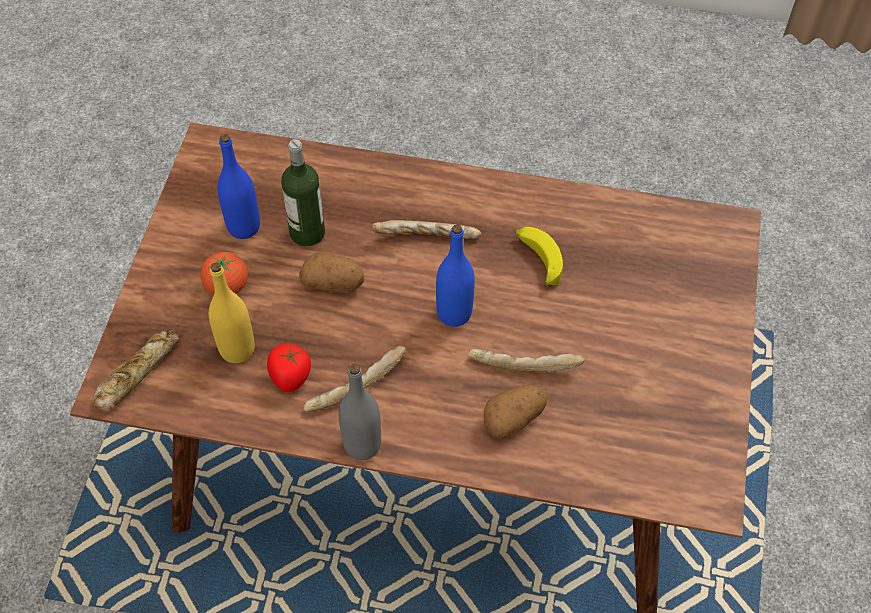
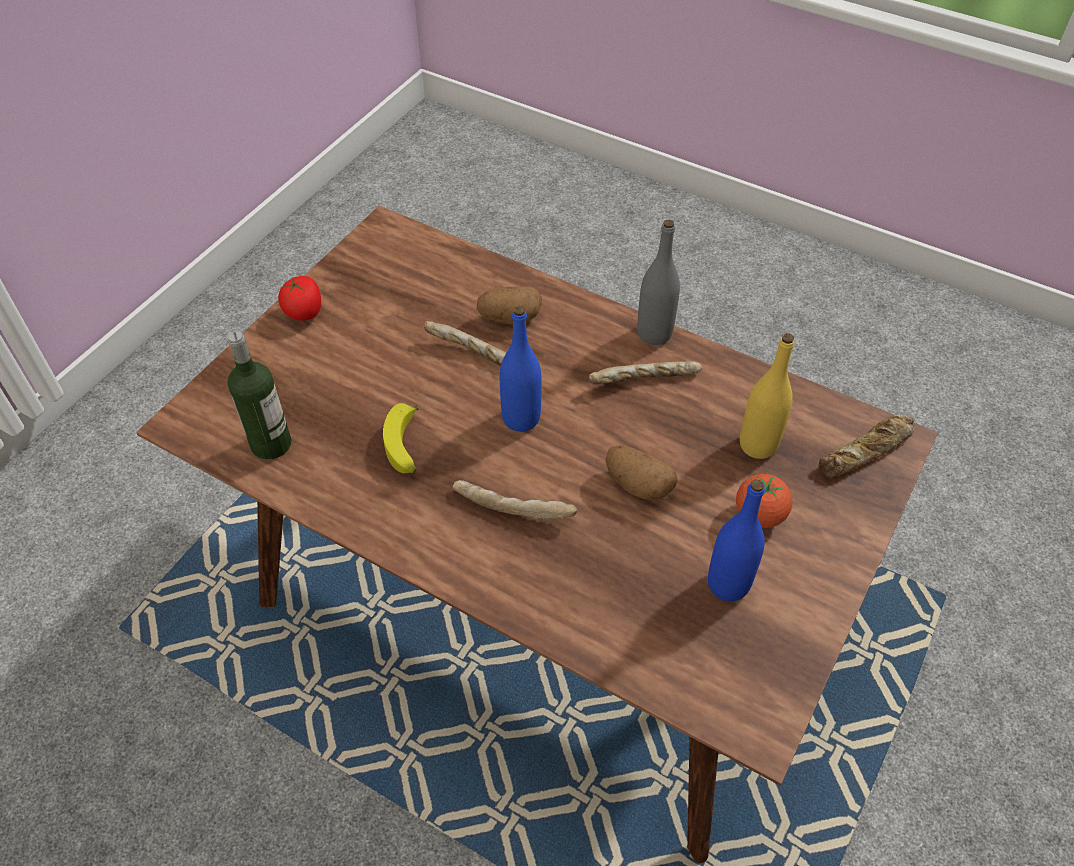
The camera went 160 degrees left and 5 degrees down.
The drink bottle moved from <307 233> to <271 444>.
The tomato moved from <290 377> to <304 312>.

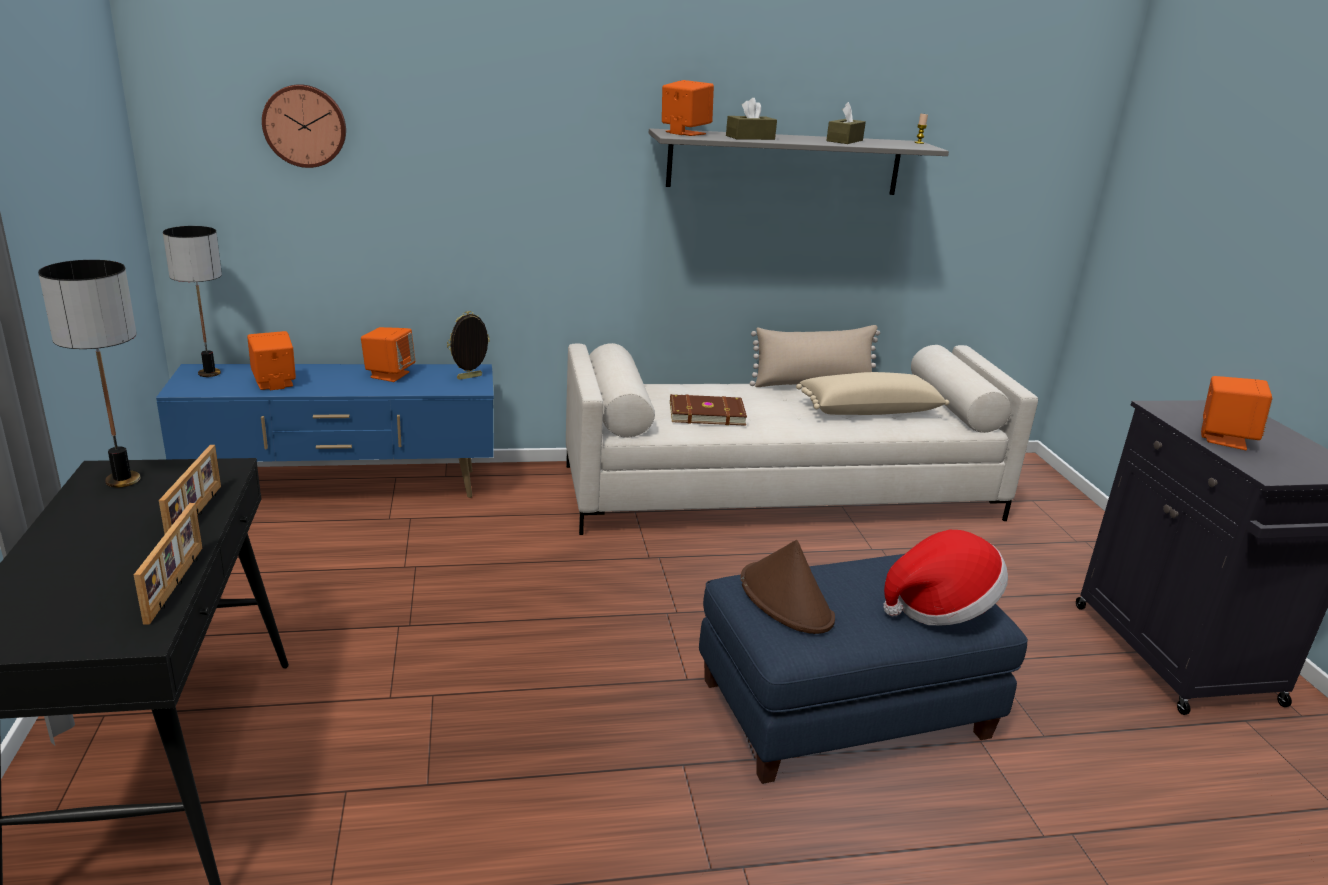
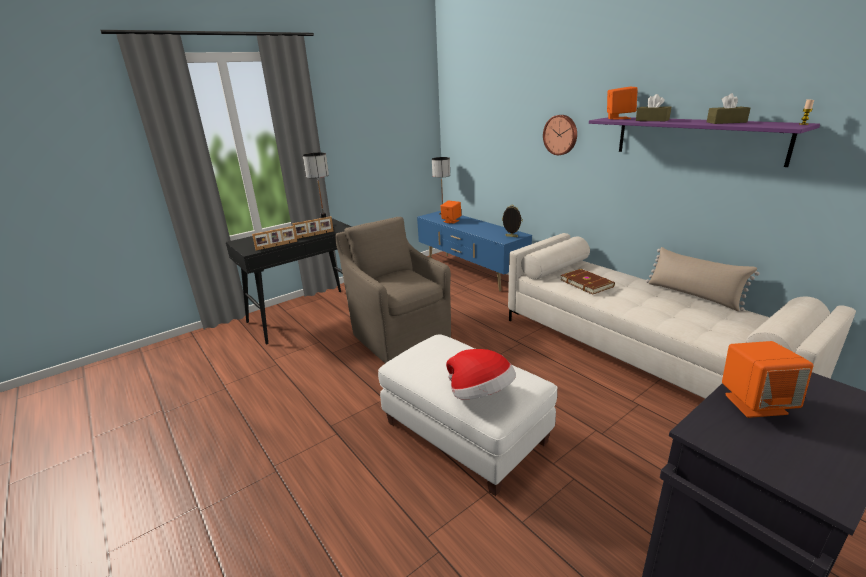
The camera went 65 degrees right and 0 degrees up.
The lounge chair in brownish at <399 336> appeared.
The pouffe in blue-coloured at <842 708> became the pouffe in whitish at <464 432>.
The clock on the wall moved from <305 126> to <561 135>.
The wall shelf in gray at <785 163> became the wall shelf in purple at <696 139>.
The speaker in orangey at <389 374> disappeared.
The wearable hat in brownish at <786 600> disappeared.
The cushion in beige at <868 410> disappeared.

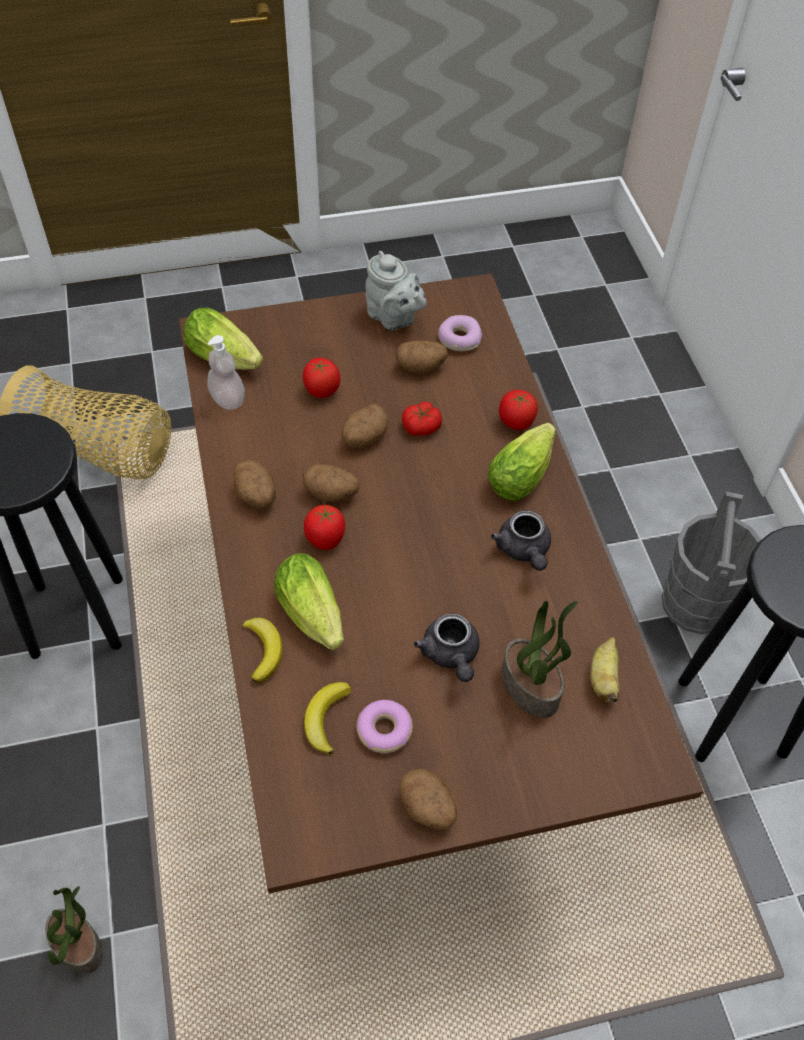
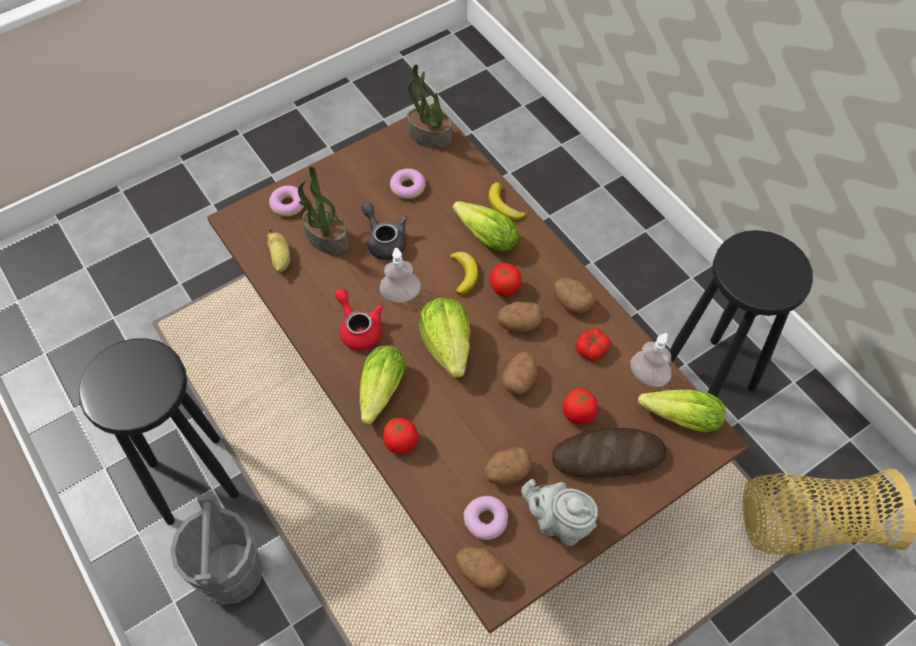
The camera went 160 degrees right and 5 degrees up.
The donut at <288 204> appeared.
The teapot in gray at <524 550> became the teapot in red at <358 328>.
The liquid soap bottle at <401 295> appeared.
The potted plant moved from <79 945> to <428 136>.
The lettuce at <447 346> appeared.
The whole banana moved from <325 718> to <464 274>.
The whole potato moved from <428 808> to <480 571>.
The bakery bread at <608 456> appeared.
The tomato moved from <421 426> to <591 348>.

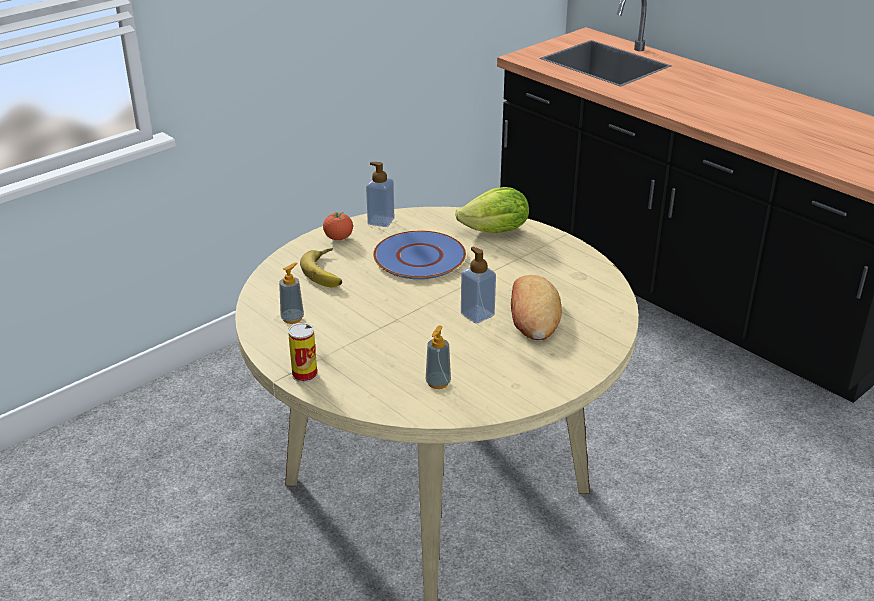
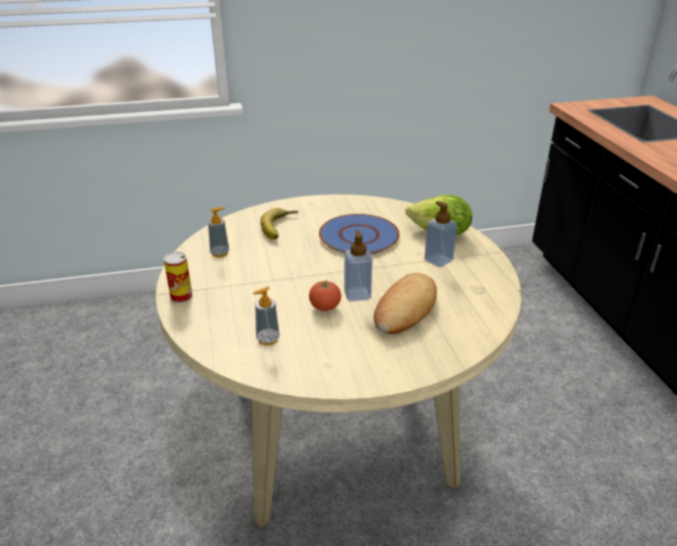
The camera went 30 degrees right and 0 degrees up.
The tomato moved from <338 238> to <325 307>.
The liquid soap bottle moved from <381 221> to <438 260>.

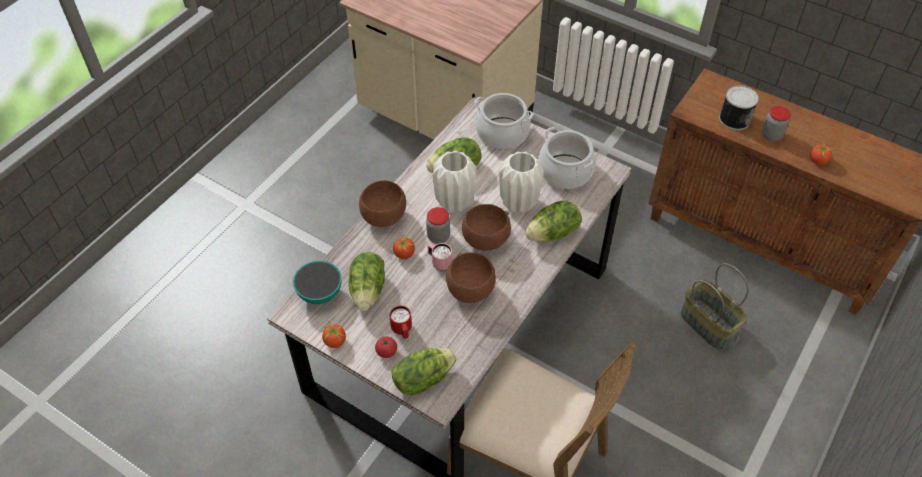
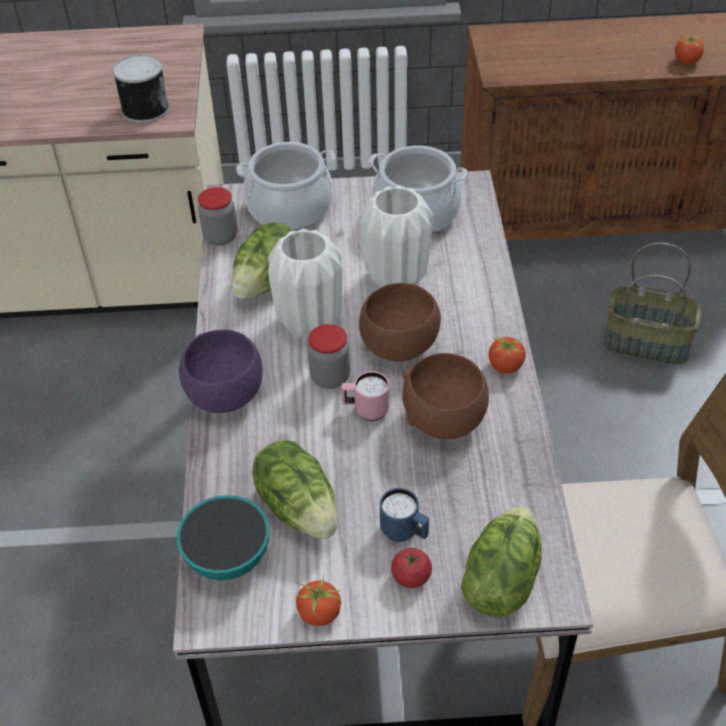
The camera went 35 degrees left and 5 degrees down.
The metal can moved from <734 118> to <144 109>.
The bowl in brownish at <384 217> became the bowl in purple at <226 396>.
The storage jar moved from <771 135> to <220 237>.
The tea mug in red at <402 330> became the tea mug in blue-coloured at <404 532>.
The tomato moved from <404 254> to <506 366>.
The lettuce at <553 233> disappeared.

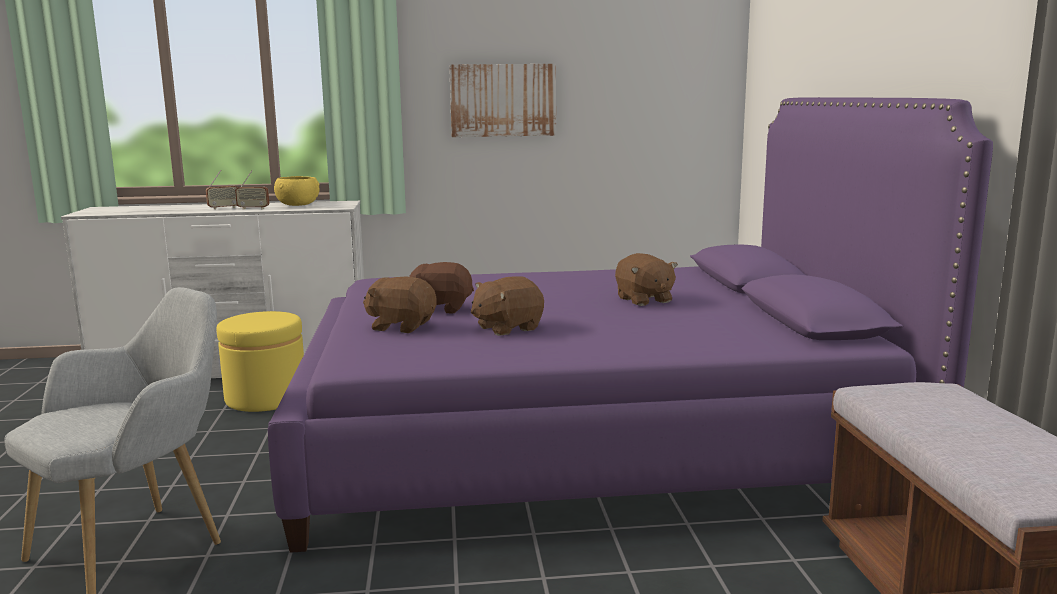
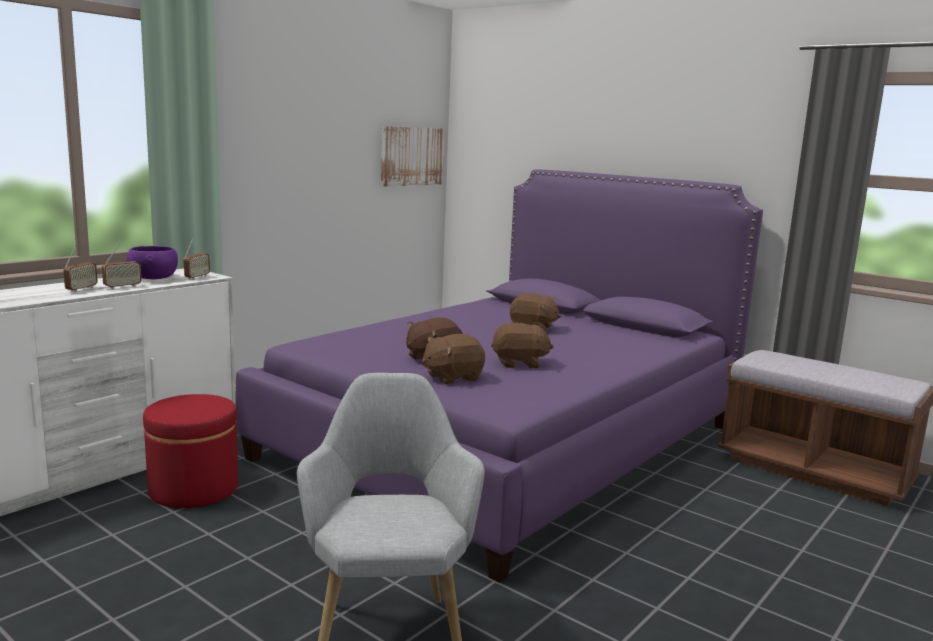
The camera went 45 degrees left and 0 degrees up.
The bowl in yellow-coloured at <297 205> became the bowl in purple at <153 278>.
The pouffe in yellow-coloured at <266 398> became the pouffe in red at <194 489>.
The radio receiver at <197 277> appeared.
The picture moved from <503 100> to <411 156>.
The soft toy in brownish at <507 328> turned 105 degrees counterclockwise.

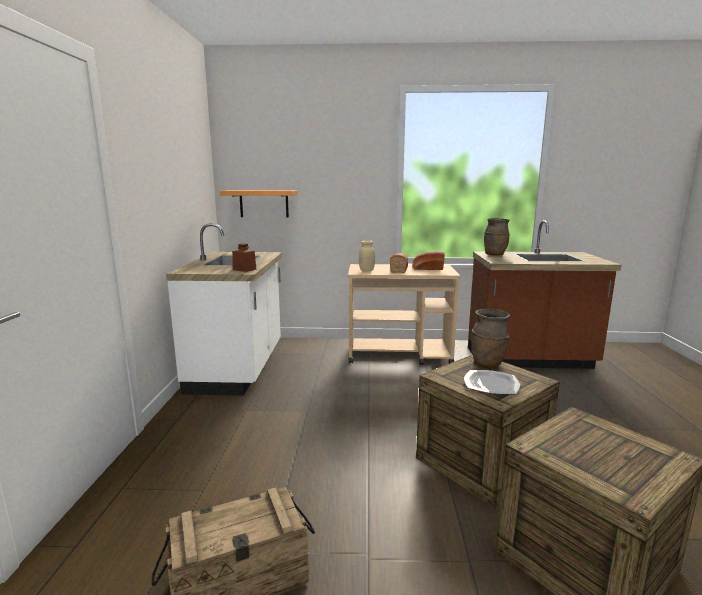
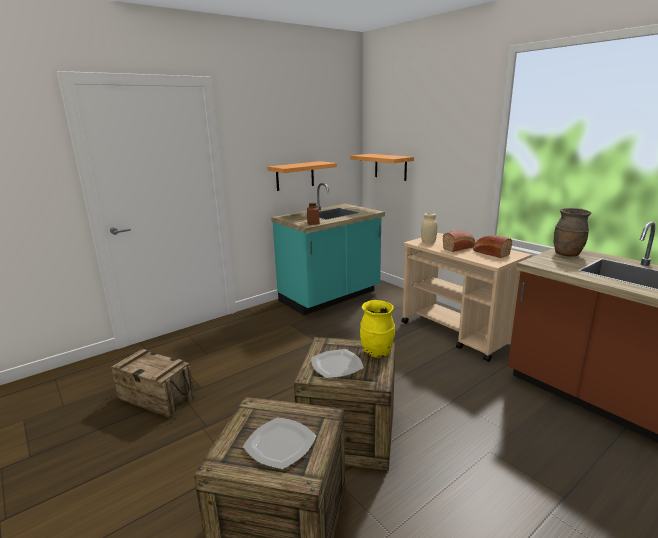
The camera went 50 degrees right and 5 degrees up.
The dinner plate at <279 444> appeared.
The wall shelf at <295 176> appeared.
The kitchen counter in whitish at <238 368> became the kitchen counter in turquoise-coloured at <330 297>.
The decorative vase in brownish at <488 363> became the decorative vase in yellow-coloured at <377 353>.

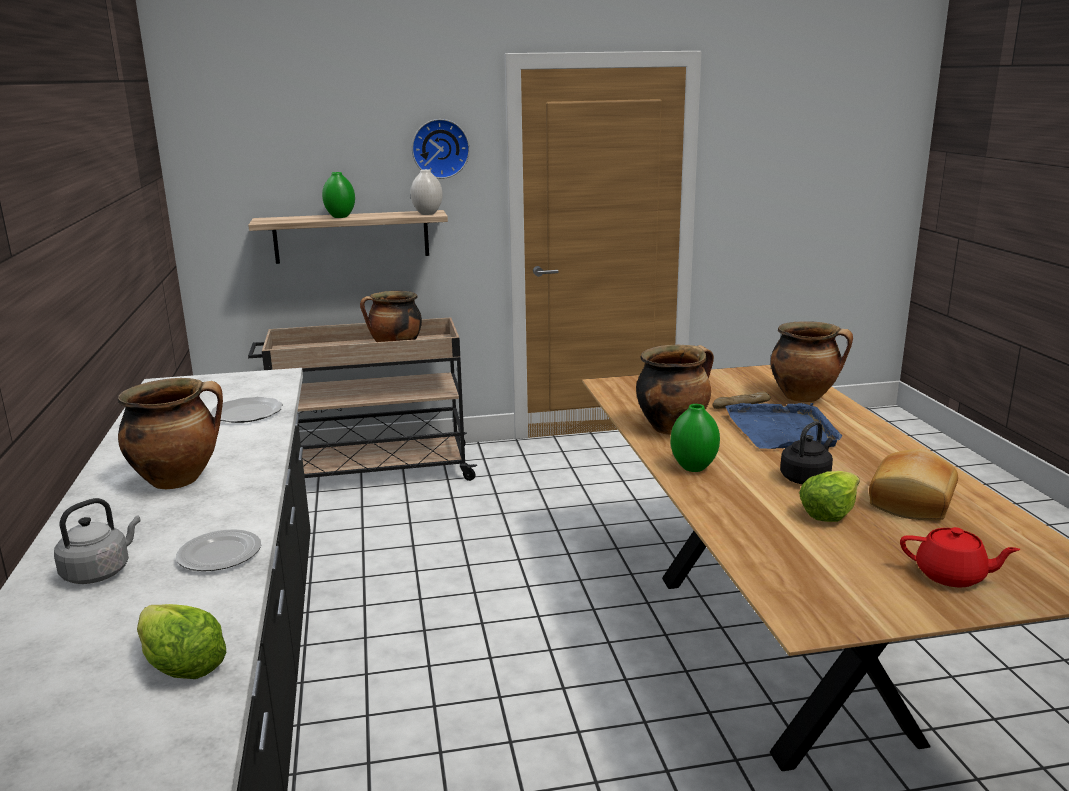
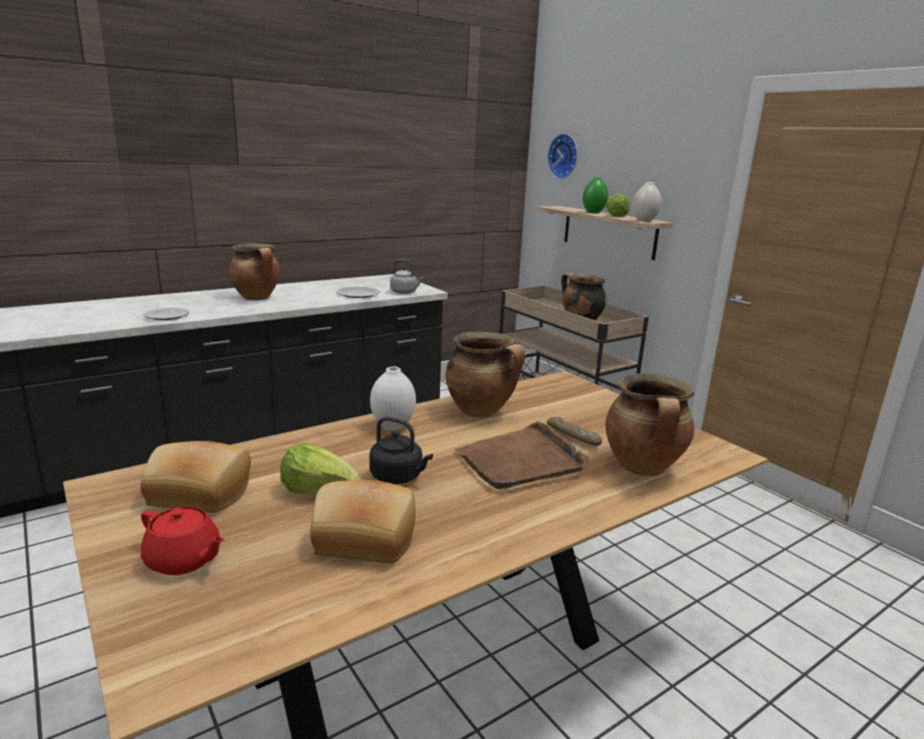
The camera went 65 degrees right and 0 degrees up.
The bakery bread at <199 494> appeared.
The teapot in red at <952 576> turned 60 degrees counterclockwise.
The decorative vase in greenish at <694 467> became the decorative vase in whitish at <393 426>.
The kettle in gray moved from <100 572> to <405 292>.
The carrying tray in blue-coloured at <783 430> became the carrying tray in brownish at <521 460>.
The clock on the wall moved from <440 148> to <564 156>.
The lettuce moved from <180 664> to <616 216>.

